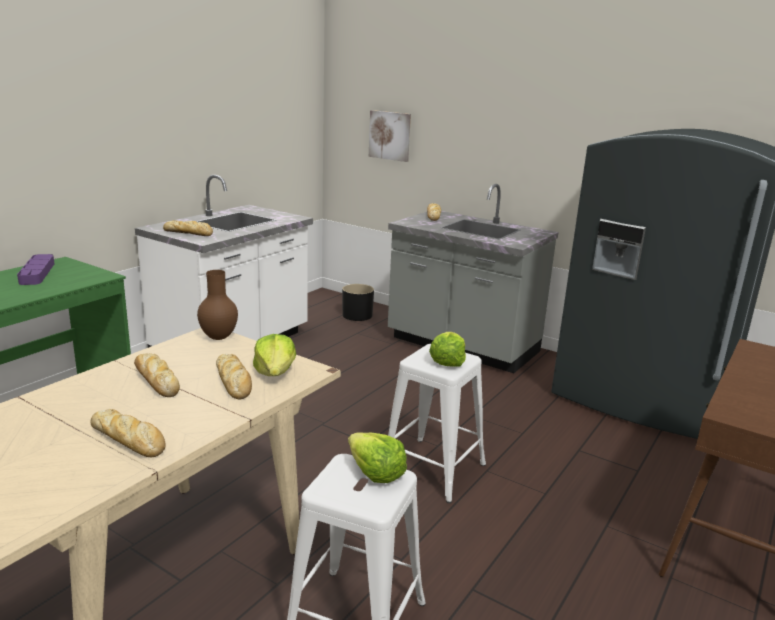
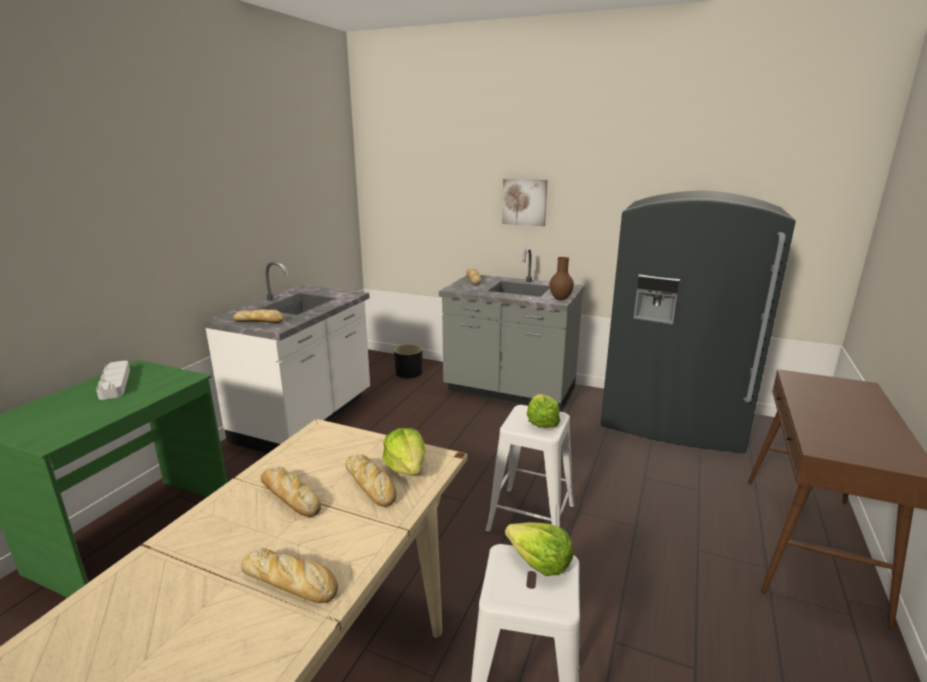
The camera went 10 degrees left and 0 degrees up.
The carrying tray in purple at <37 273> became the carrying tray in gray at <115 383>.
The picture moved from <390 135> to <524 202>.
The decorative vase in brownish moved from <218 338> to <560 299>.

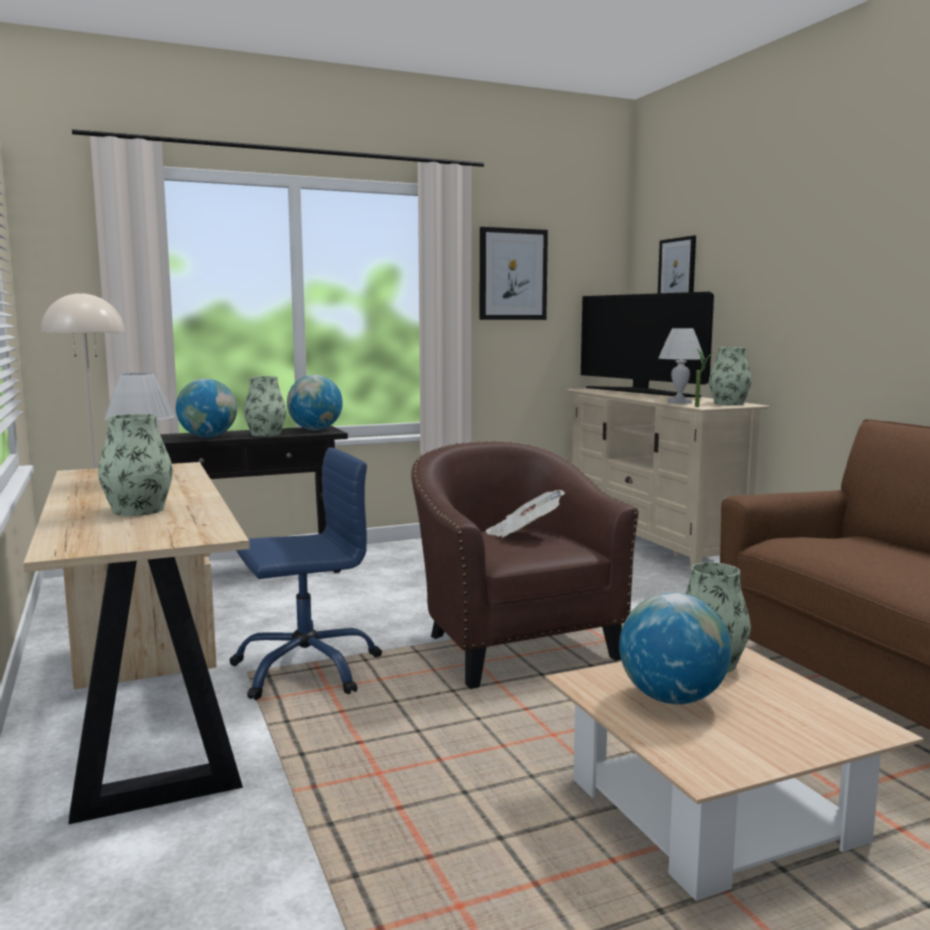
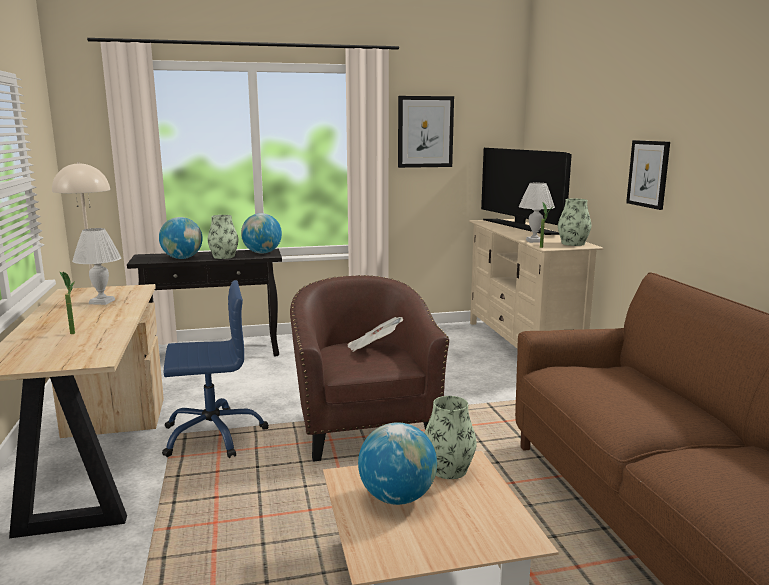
The camera went 10 degrees right and 5 degrees up.
The decorative vase at <138 510> was replaced by the potted plant at <72 332>.
The picture moved from <677 270> to <648 174>.

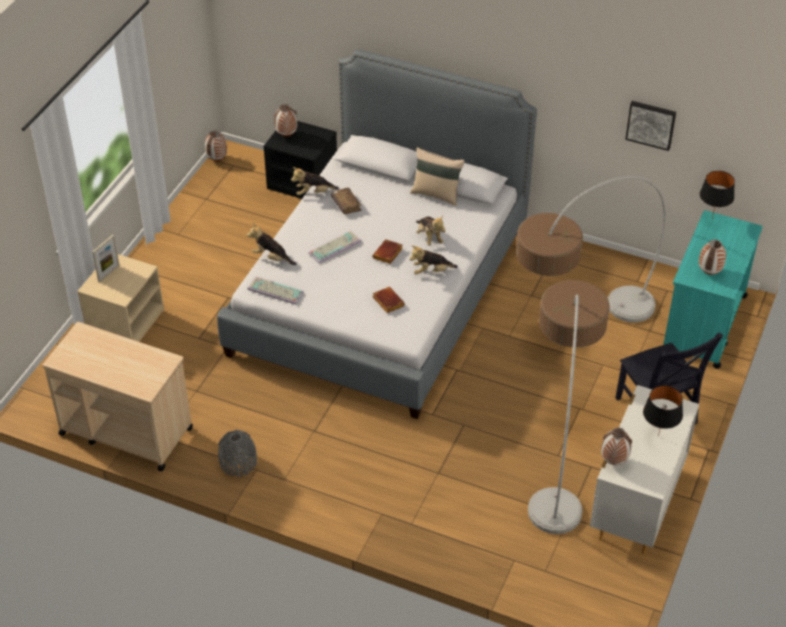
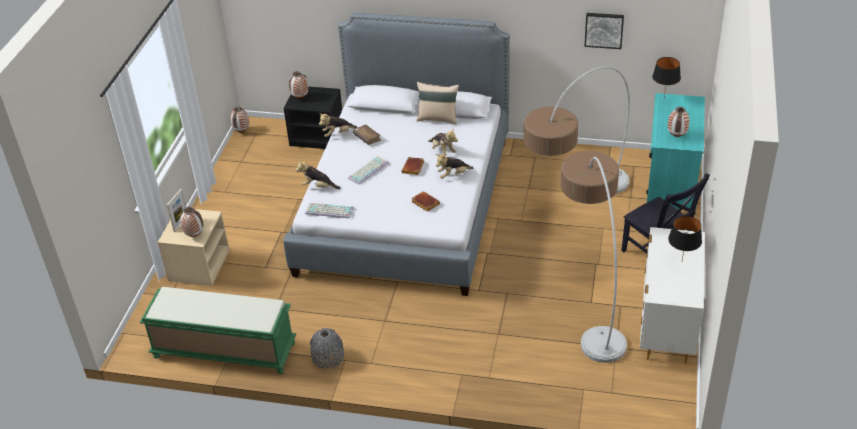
The camera went 10 degrees left and 5 degrees down.
The wheeled cart in beige at <125 431> was replaced by the indoor bench in greenish at <223 350>.
The decorative vase moved from <613 462> to <194 235>.

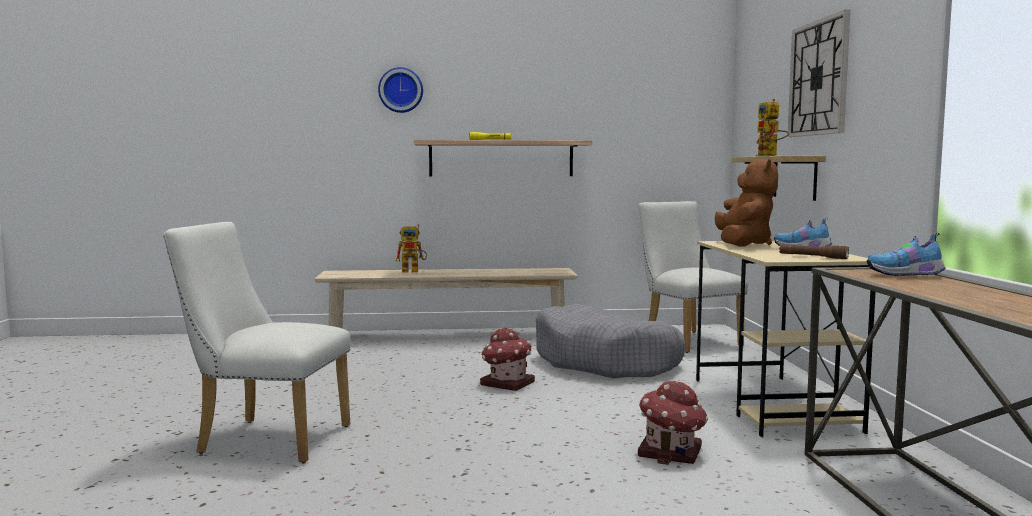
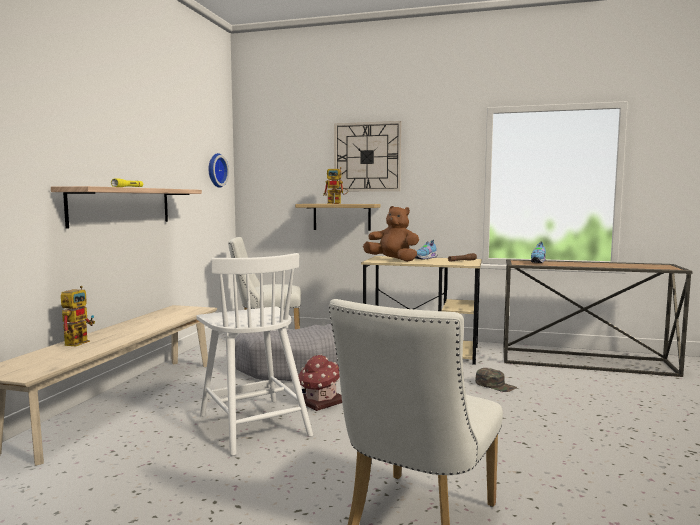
The camera went 70 degrees left and 0 degrees up.
The upright chair in whitish at <253 424> appeared.
The clock on the wall moved from <401 90> to <215 170>.
The toy house at <671 453> was replaced by the baseball cap in greenish at <495 385>.

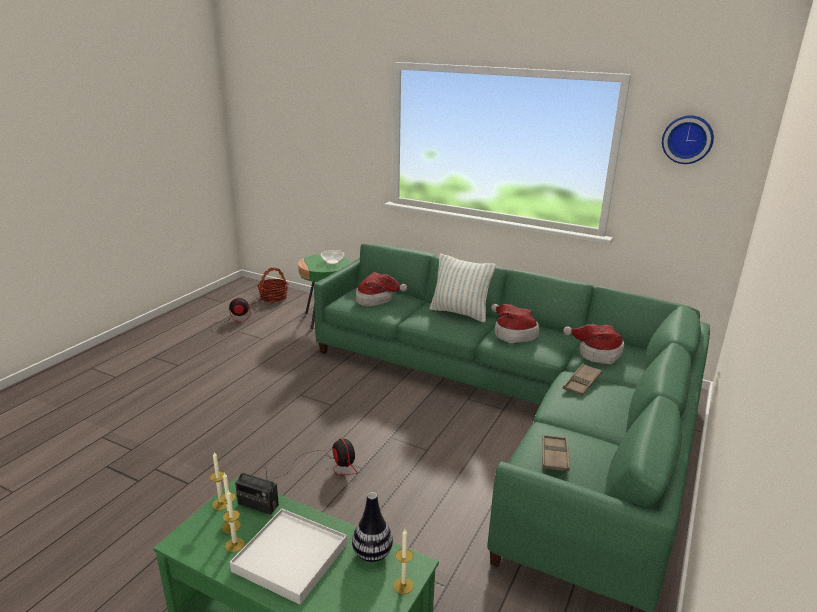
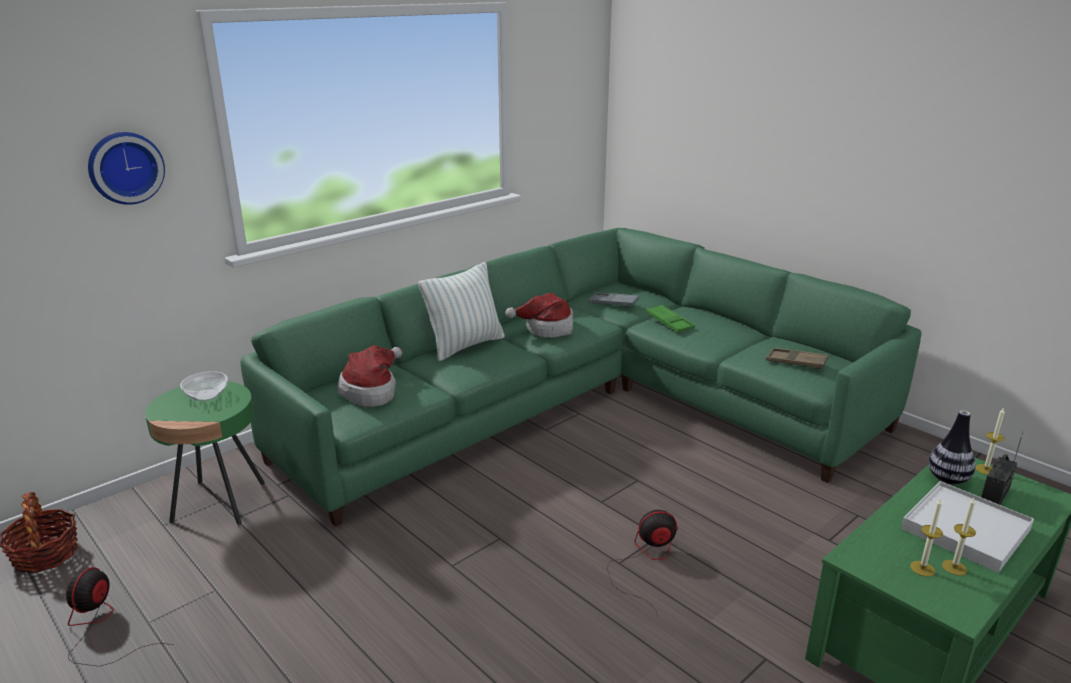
The camera went 70 degrees left and 0 degrees up.
The clock on the wall moved from <687 139> to <125 167>.
The wearable hat at <596 353> was replaced by the carrying tray in gray at <613 303>.
The carrying tray in brownish at <582 383> became the carrying tray in greenish at <669 322>.
The radio receiver moved from <258 504> to <995 495>.
The candle at <221 504> disappeared.

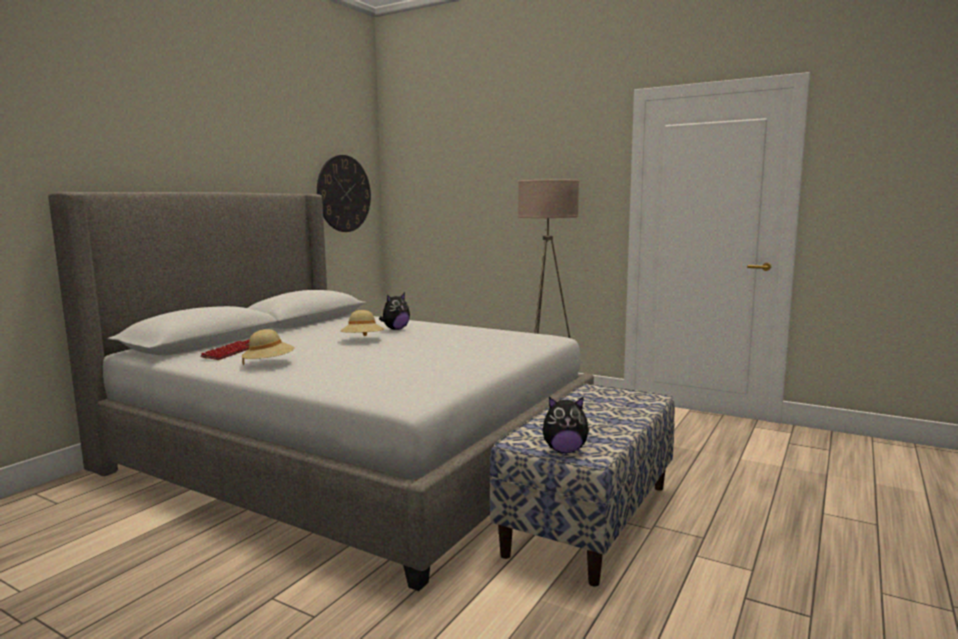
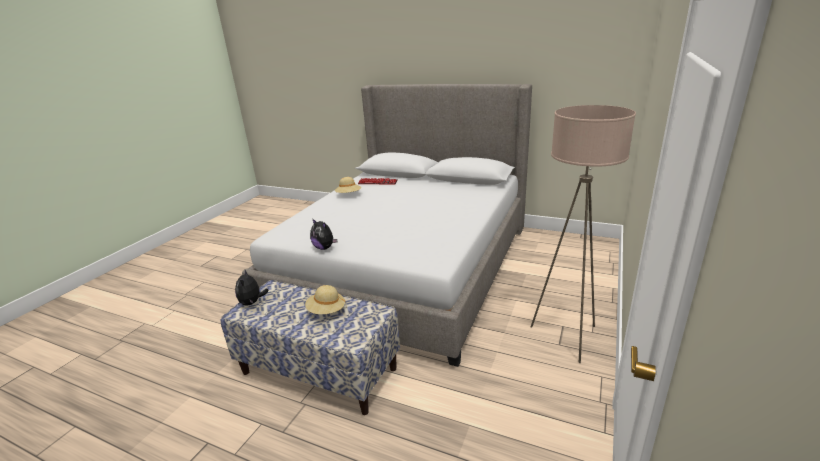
The camera went 85 degrees right and 15 degrees up.
The wearable hat in beige moved from <363 340> to <326 311>.
The soft toy moved from <395 329> to <324 248>.
The clock on the wall at <344 193> disappeared.

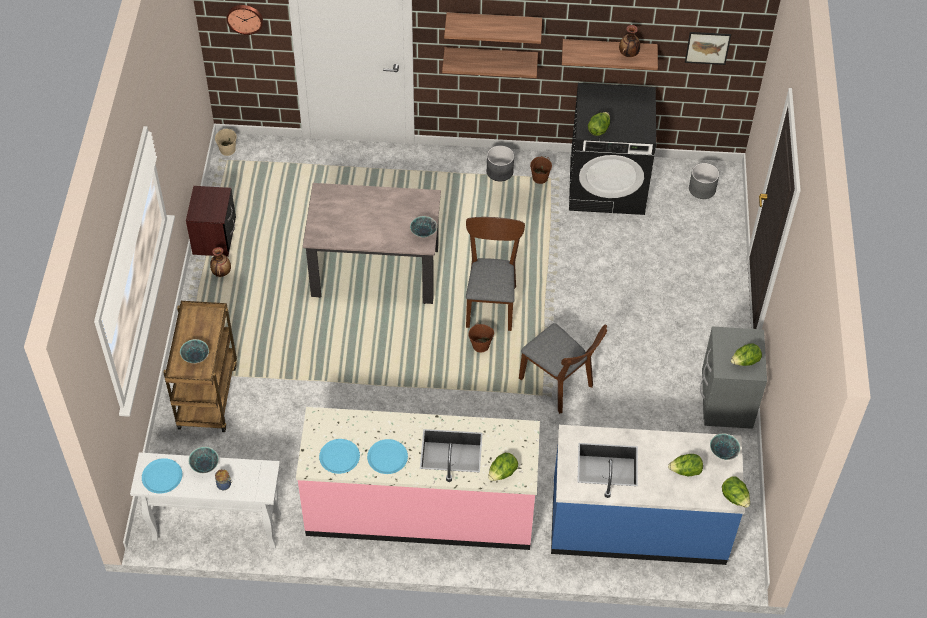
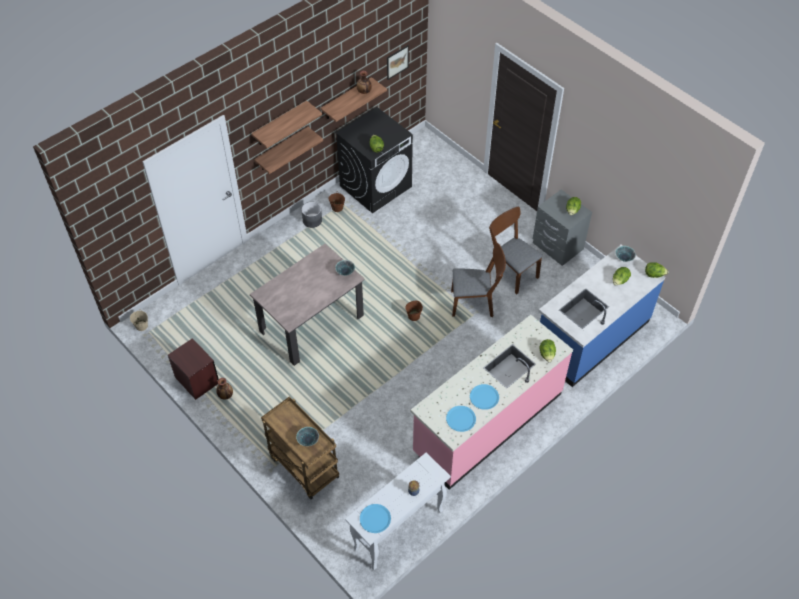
The camera went 45 degrees left and 0 degrees up.
The upright chair in brownish moved from <491 302> to <511 271>.
The bowl at <205 466> disappeared.
The clock on the wall at <245 18> disappeared.
The plant pot in gray at <702 189> disappeared.

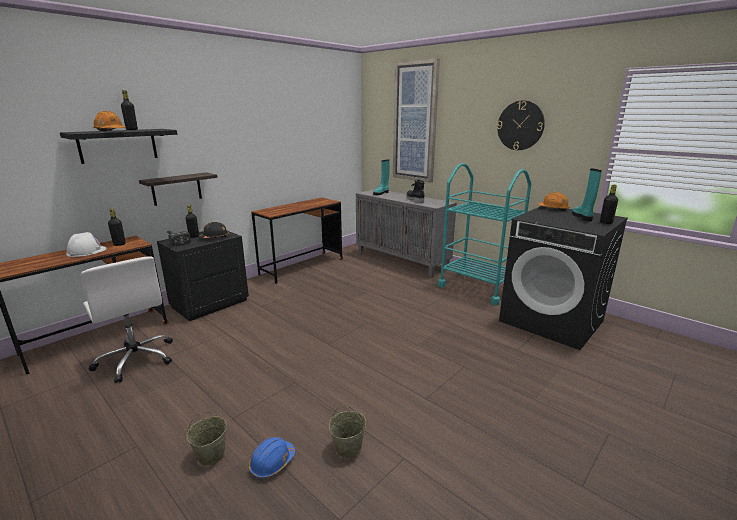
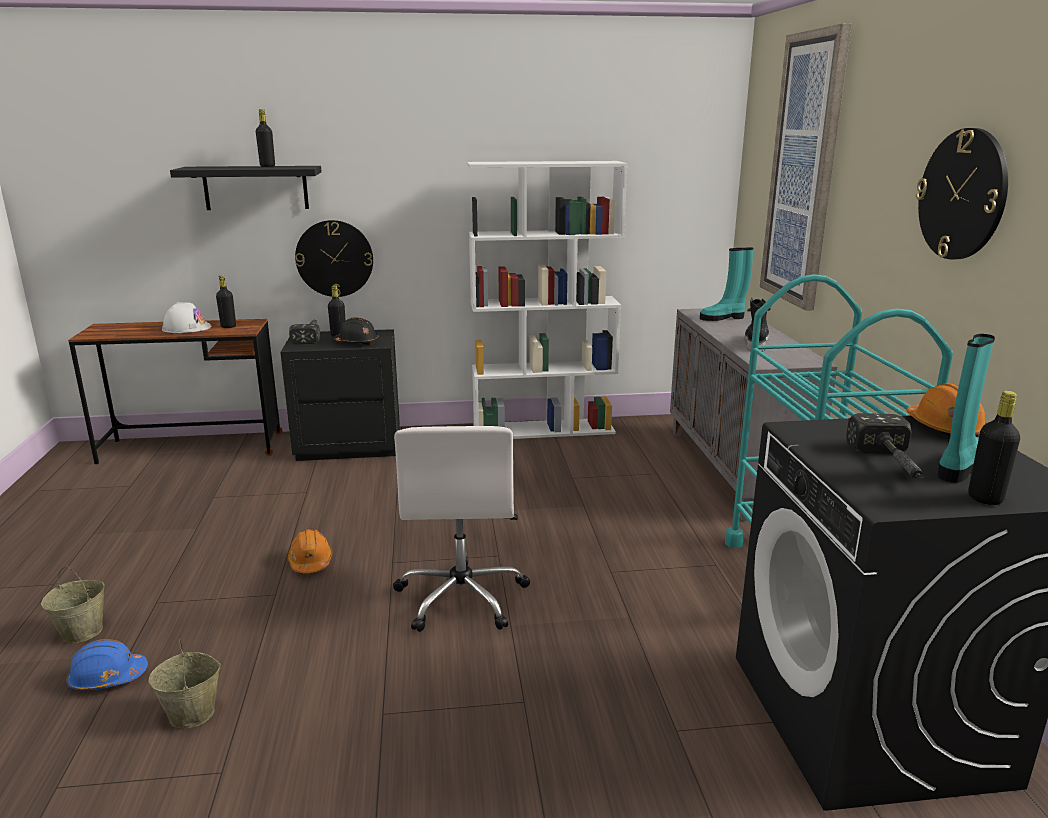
The camera went 40 degrees right and 0 degrees up.
The hard hat in orangey moved from <110 131> to <310 562>.
The wall shelf at <176 189> was replaced by the clock on the wall at <334 258>.
The computer chair in whitish moved from <136 359> to <462 597>.
The desk in brownish at <302 267> was replaced by the bookshelf in whitish at <544 429>.
The hand hammer at <892 466> appeared.

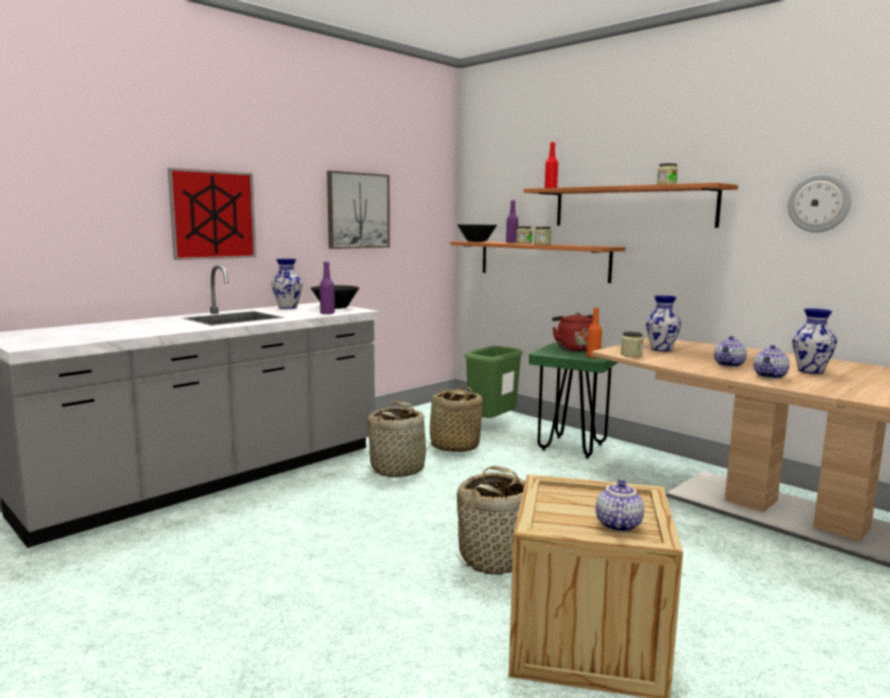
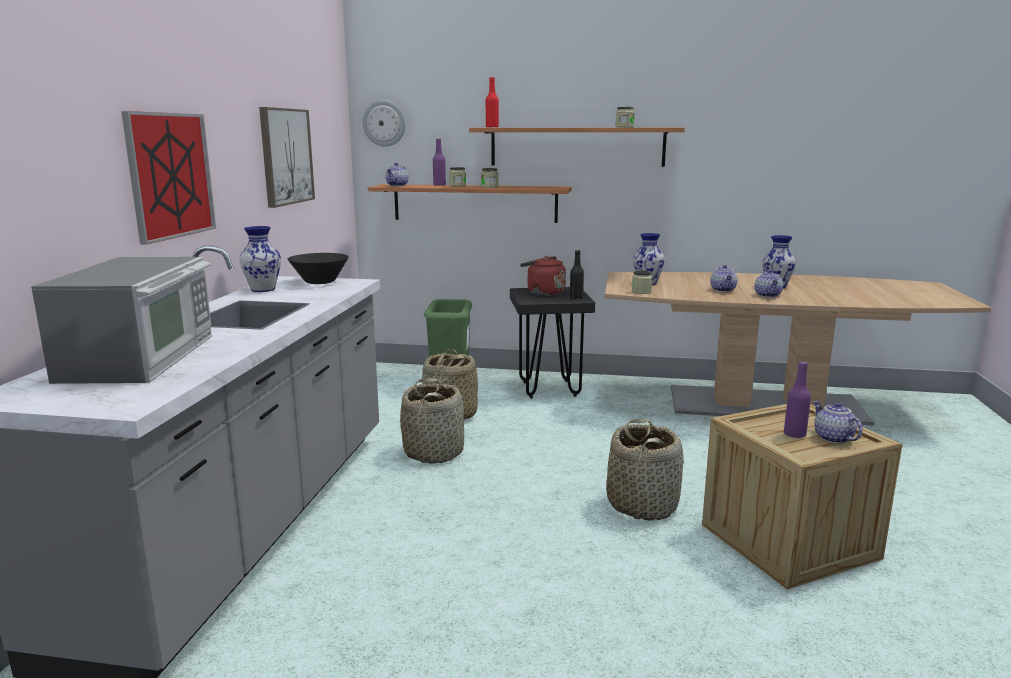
The camera went 35 degrees left and 5 degrees up.
The kitchen microwave at <142 357> appeared.
The clock on the wall moved from <819 203> to <384 123>.
The bowl in blackish at <477 241> was replaced by the teapot at <397 186>.
The stool in greenish at <572 447> became the stool in blackish at <549 389>.
The drink bottle in orangey at <593 357> became the drink bottle in blackish at <576 298>.
The drink bottle in purple moved from <327 313> to <794 434>.

